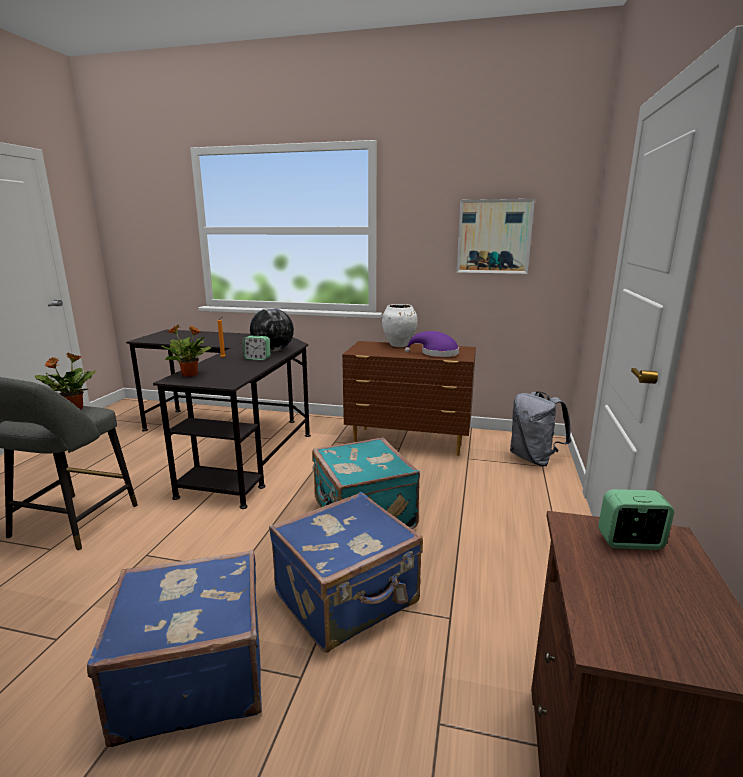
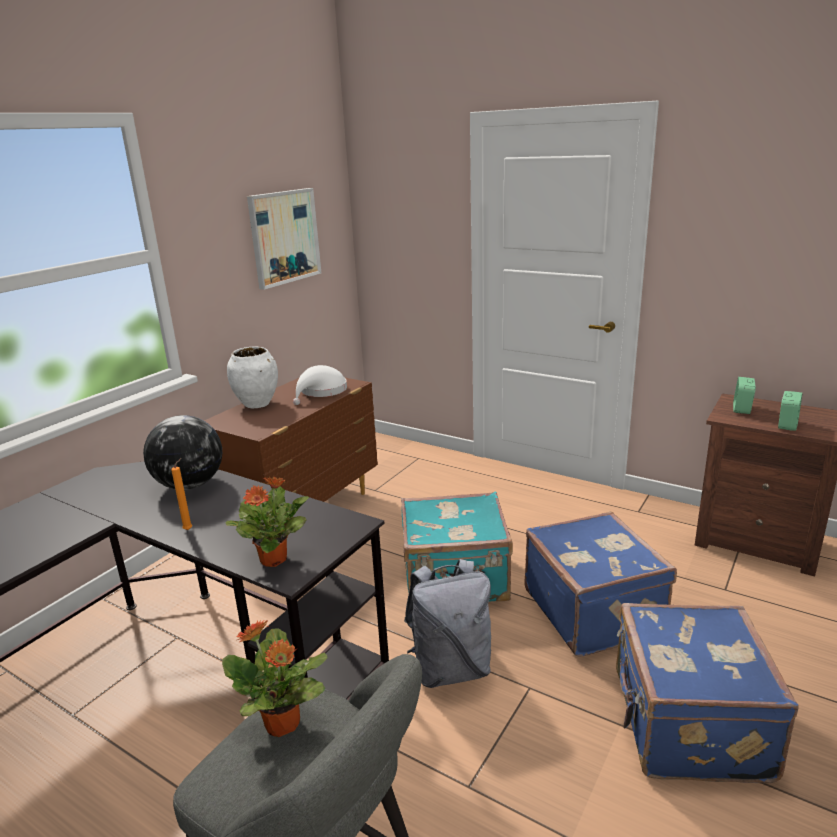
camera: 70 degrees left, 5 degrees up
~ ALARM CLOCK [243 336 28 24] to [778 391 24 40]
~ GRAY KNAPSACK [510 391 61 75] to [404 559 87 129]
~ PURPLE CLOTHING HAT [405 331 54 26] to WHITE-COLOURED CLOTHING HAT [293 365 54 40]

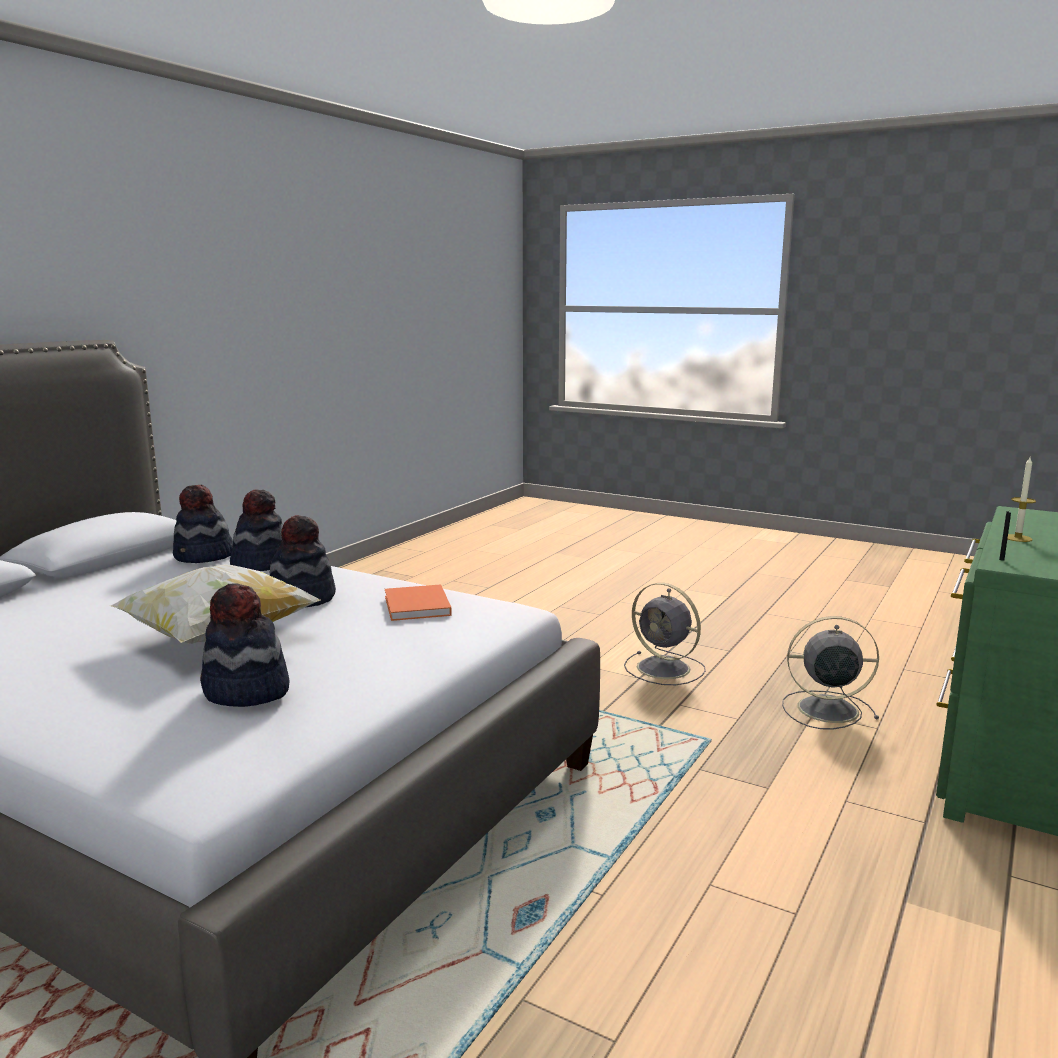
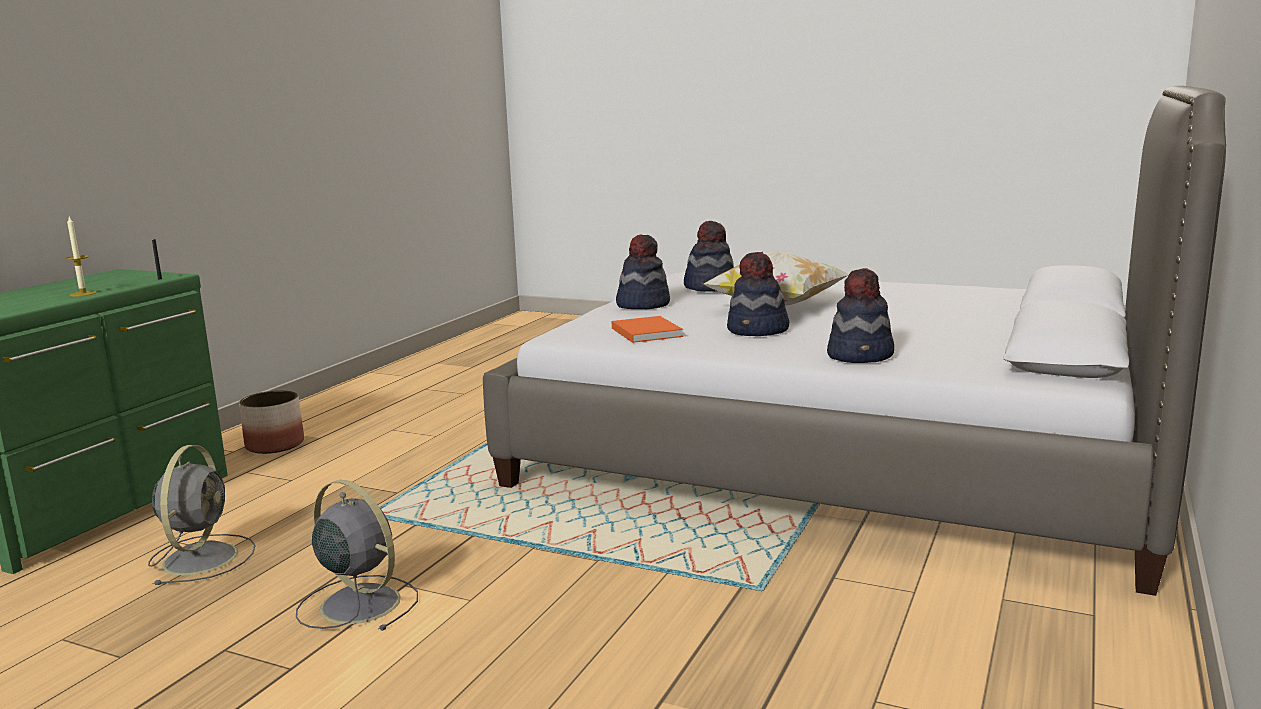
camera: 175 degrees right, 0 degrees up
+ PLANTER [239 390 65 64]
~ CLOTHING HAT [173 485 60 78] to [616 235 54 74]
~ GRAY FAN [782 616 97 114] = [148 445 108 140] 90 degrees counterclockwise

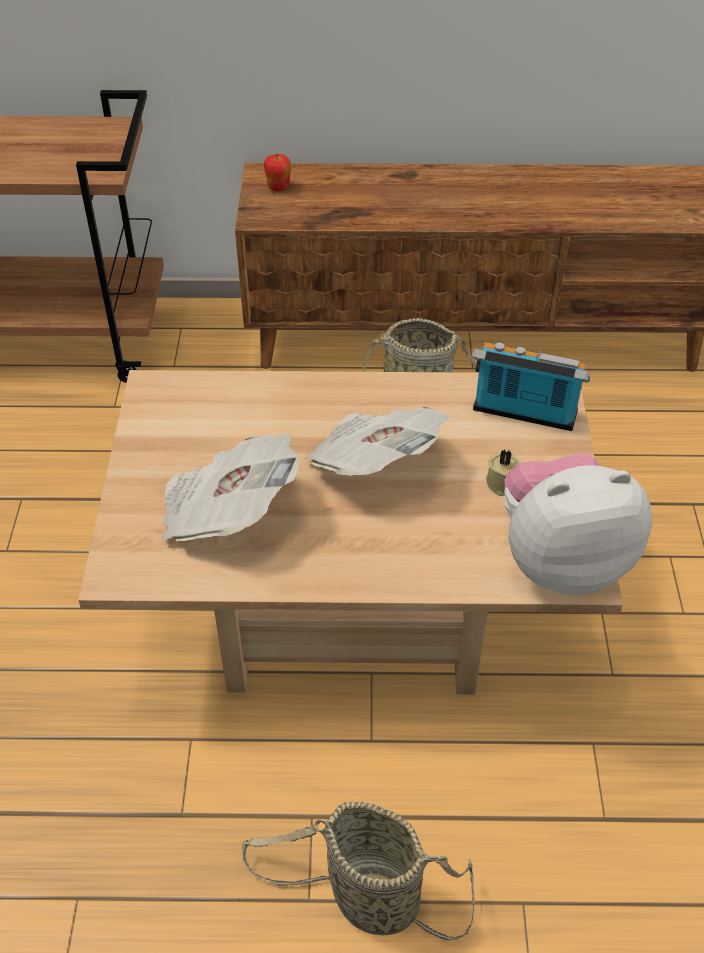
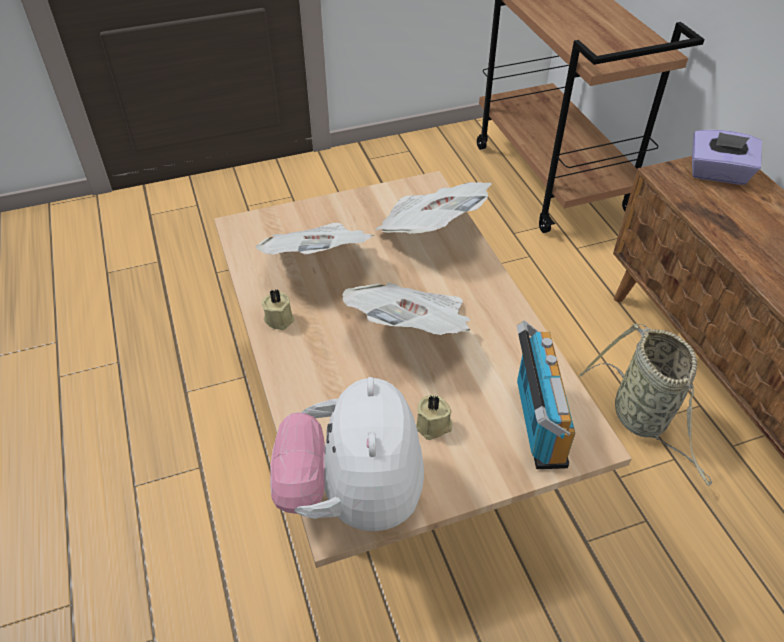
camera: 70 degrees right, 0 degrees up
- HOUSEHOLD BASKET [242 801 232 140]
+ BEIGE-COLOURED CANDLE [261 289 34 41]
+ PRINTED PAPER [375 182 117 52]
~ WHOLE APPLE [264 154 27 38] to PURPLE TISSUE BOX [692 129 70 56]
~ PLUSH TOY [504 453 148 142] = [270 377 154 154] 150 degrees counterclockwise

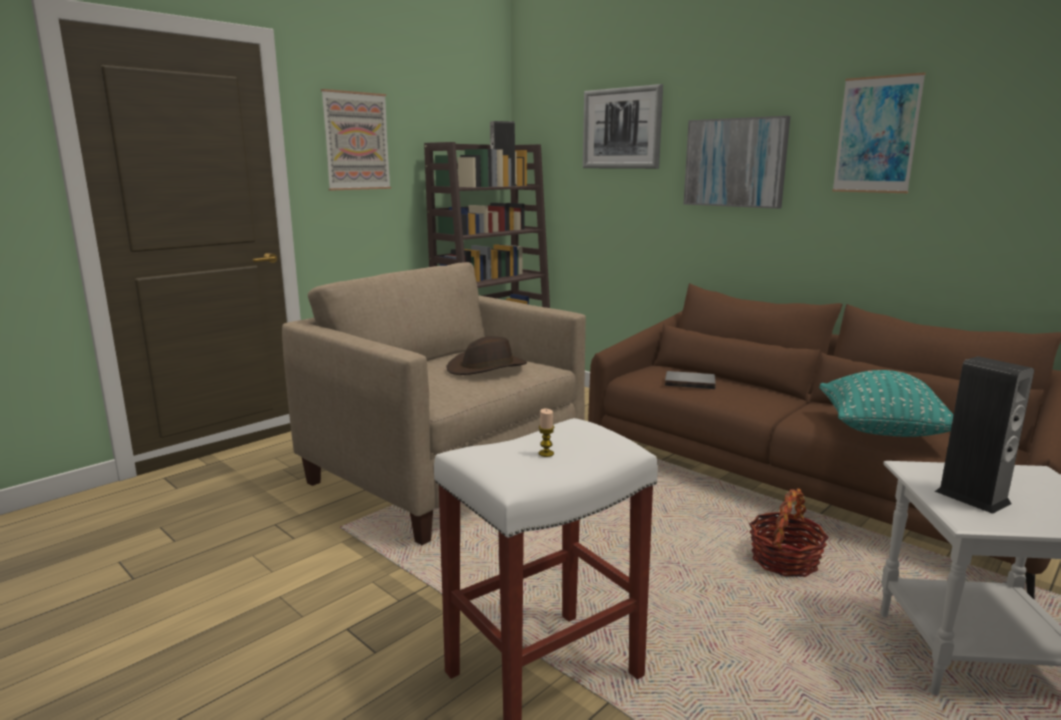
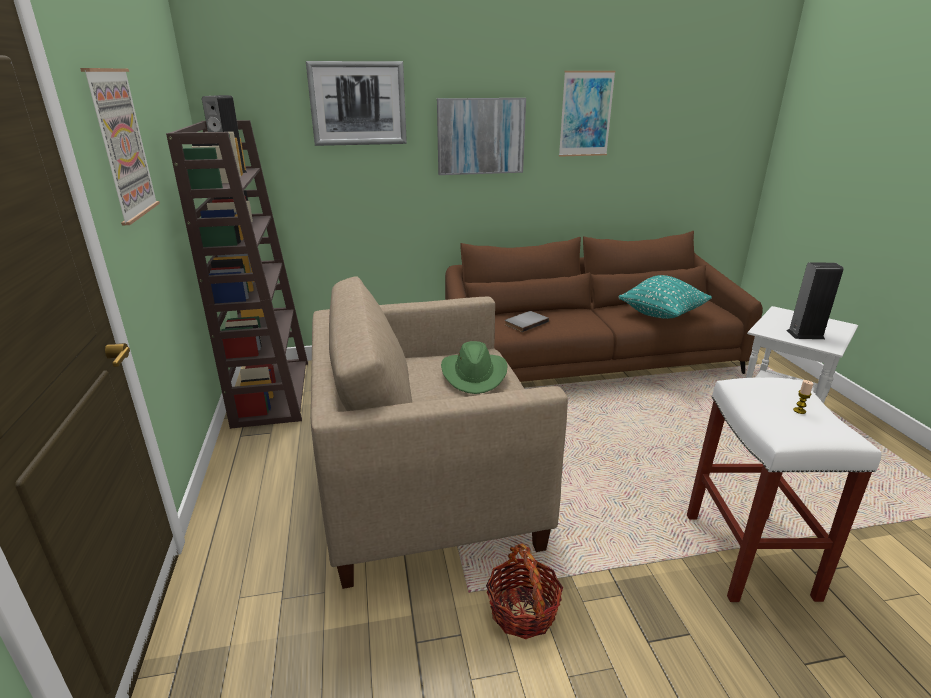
camera: 55 degrees left, 10 degrees up
~ HOUSEHOLD BASKET [749 488 80 89] to [486 543 77 96]
~ BROWNISH CLOTHING HAT [446 336 81 39] to GREEN CLOTHING HAT [441 341 67 53]

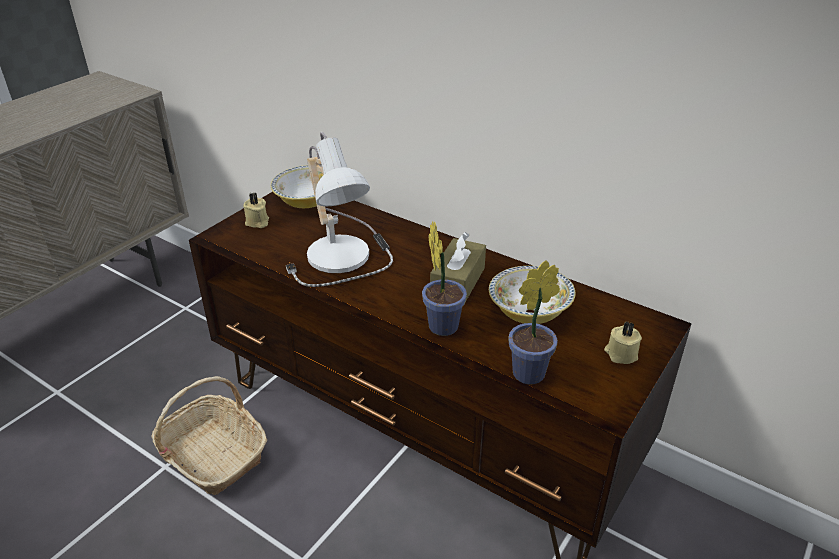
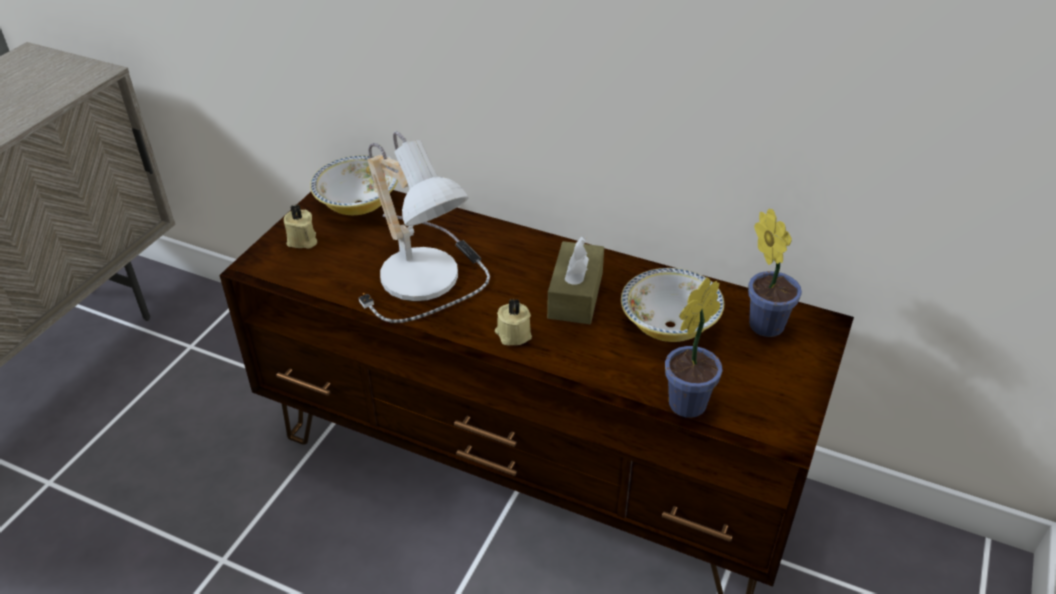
camera: 10 degrees left, 5 degrees up
- HOUSEHOLD BASKET [152 376 115 119]
~ HOUSEPLANT [422 221 45 115] to [748 209 54 128]
~ BEIGE-COLOURED CANDLE [604 322 38 42] to [495 298 37 47]

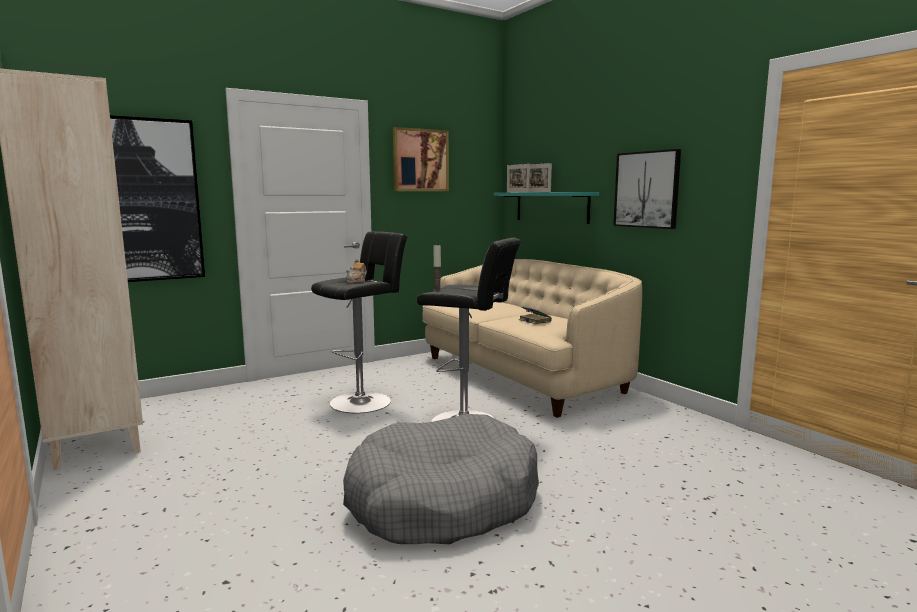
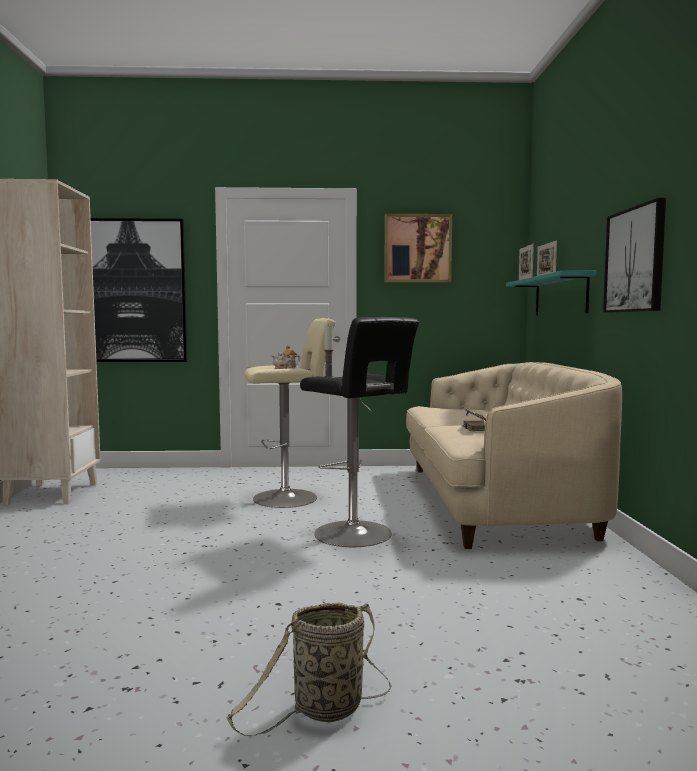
camera: 30 degrees right, 5 degrees down
- GRAY DOG CUSHION [343 414 196 130]
+ HOUSEHOLD BASKET [227 603 165 134]
~ BLACK SITTING STOOL [311 231 96 182] to BEIGE-COLOURED SITTING STOOL [244 318 92 190]

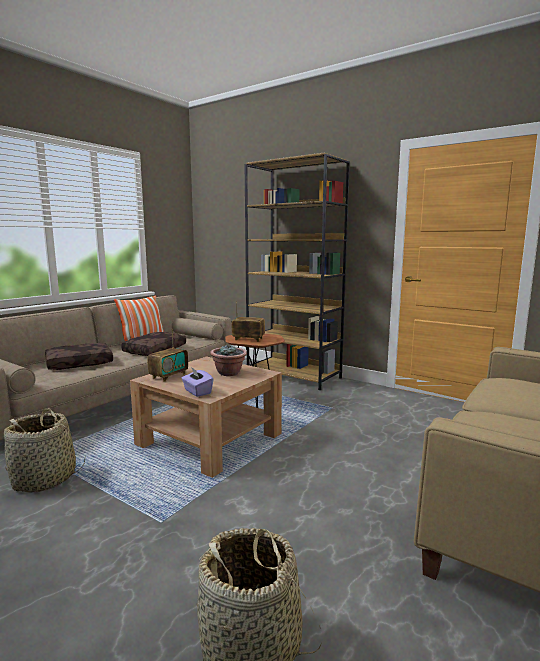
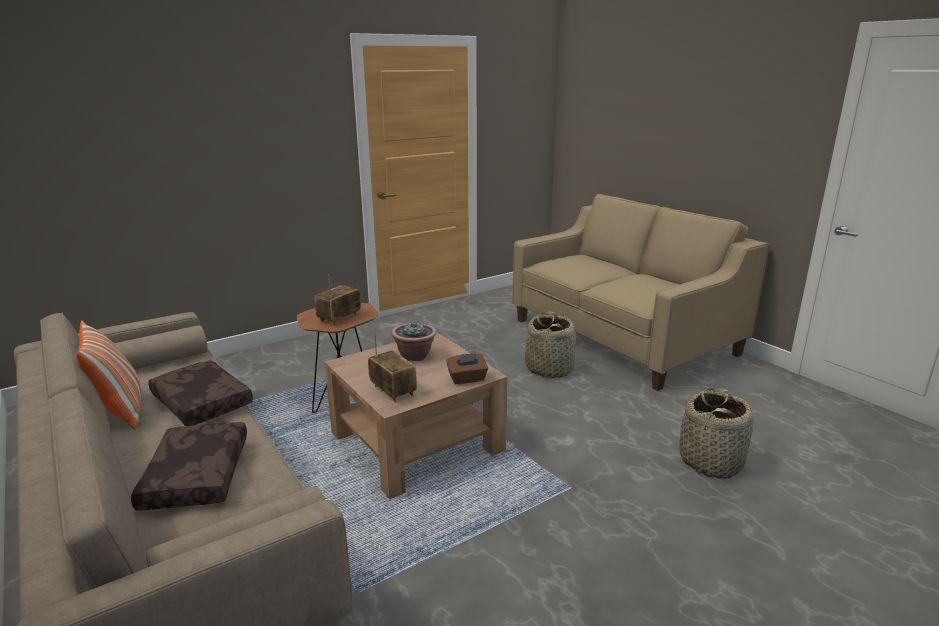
camera: 70 degrees left, 10 degrees up
- BROWNISH SHELVING UNIT [245 153 105 237]
~ HOUSEHOLD BASKET [4 408 81 84] to [525 311 51 67]
~ PURPLE TISSUE BOX [182 367 31 30] to BROWNISH TISSUE BOX [446 353 42 31]

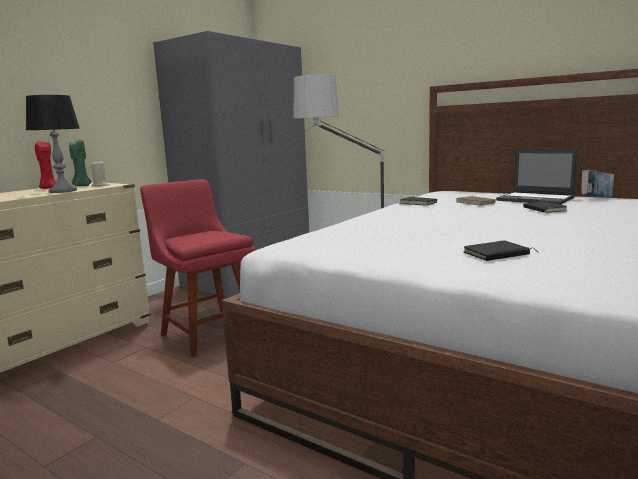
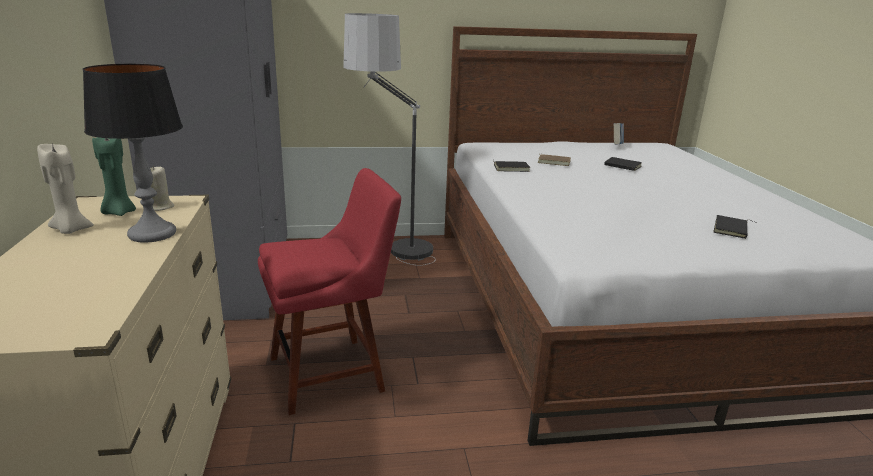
camera: 45 degrees left, 10 degrees up
- NOTEBOOK COMPUTER [496 149 82 56]
~ RED CANDLE [35 141 21 48] to BEIGE-COLOURED CANDLE [37 143 57 91]
~ RED UPRIGHT CHAIR [140 179 116 178] = [258 168 143 247] 150 degrees clockwise

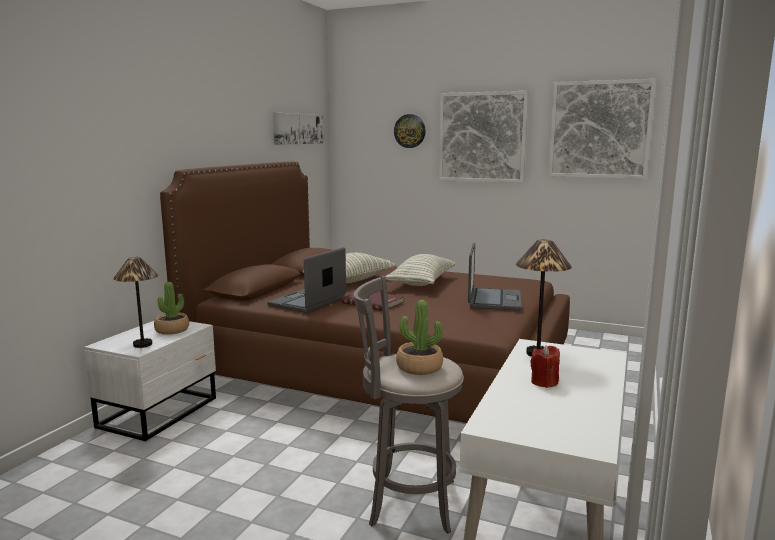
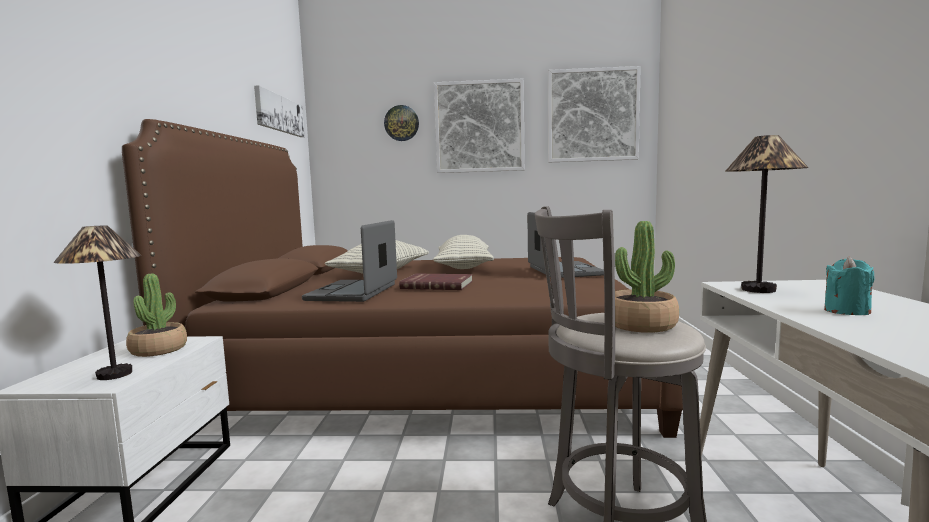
camera: 20 degrees left, 5 degrees down
~ RED CANDLE [530 345 30 43] to BLUE-GREEN CANDLE [824 256 50 59]

